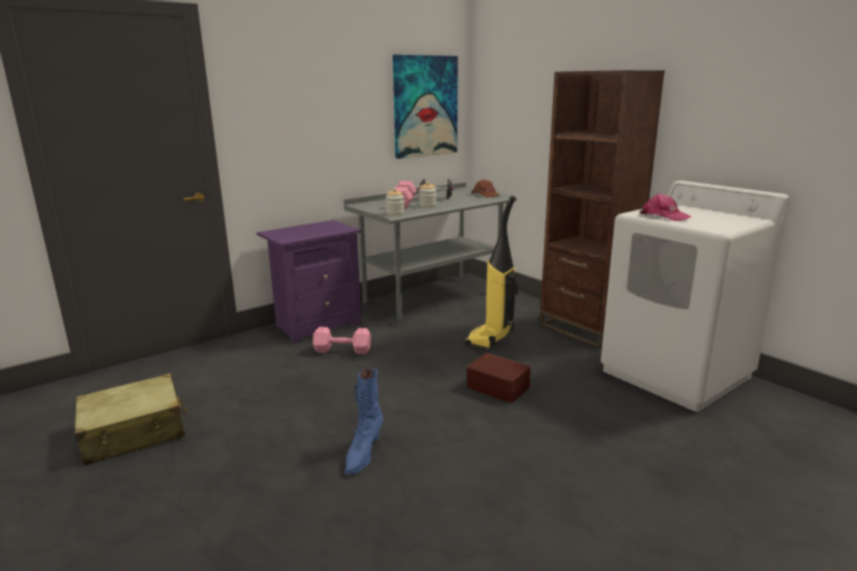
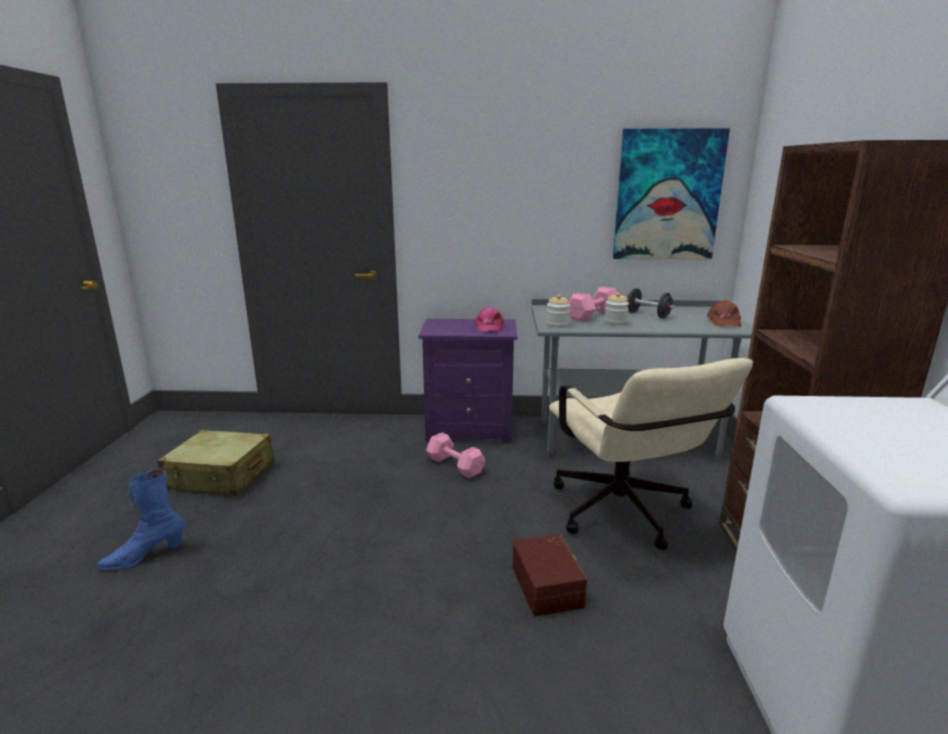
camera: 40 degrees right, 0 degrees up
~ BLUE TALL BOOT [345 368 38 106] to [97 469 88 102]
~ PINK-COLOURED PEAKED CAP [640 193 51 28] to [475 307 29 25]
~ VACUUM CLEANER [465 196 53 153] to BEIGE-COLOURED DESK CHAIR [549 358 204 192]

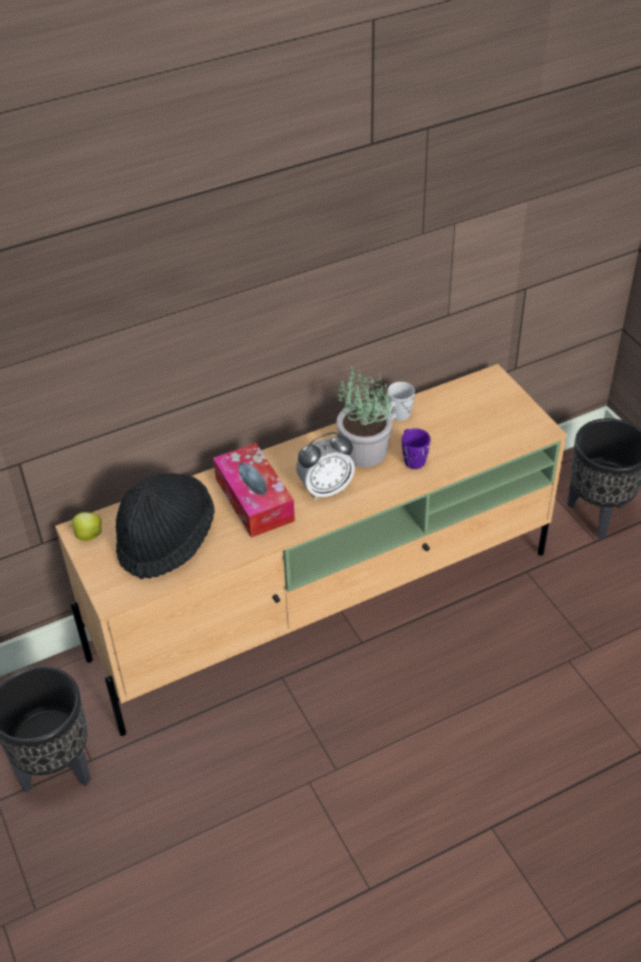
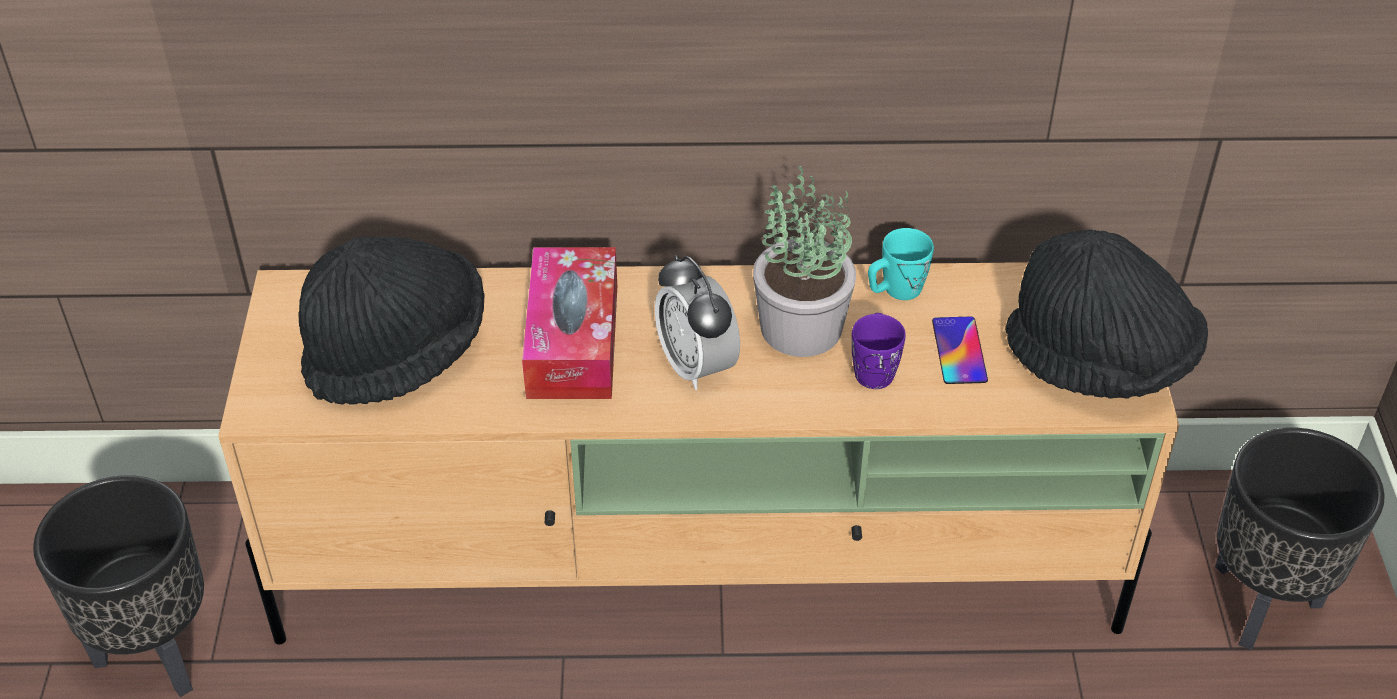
camera: 25 degrees right, 0 degrees up
- WHOLE APPLE [70 512 32 29]
+ TELEPHONE [932 317 56 67]
+ BLACK CLOTHING HAT [1005 230 203 169]
~ WHITE-COLOURED COFFEE MUG [387 382 28 39] to BLUE-GREEN COFFEE MUG [868 228 66 72]
~ ALARM CLOCK [296 432 59 68] = [655 255 85 135] 60 degrees clockwise

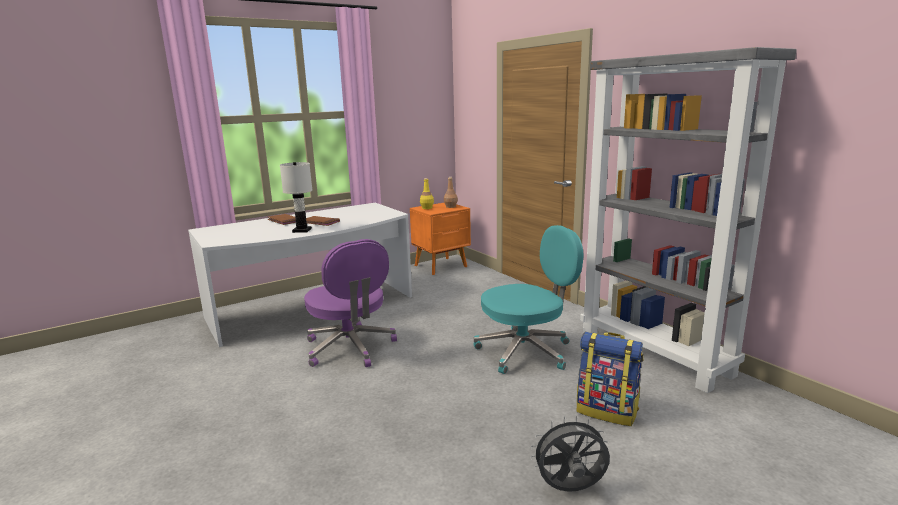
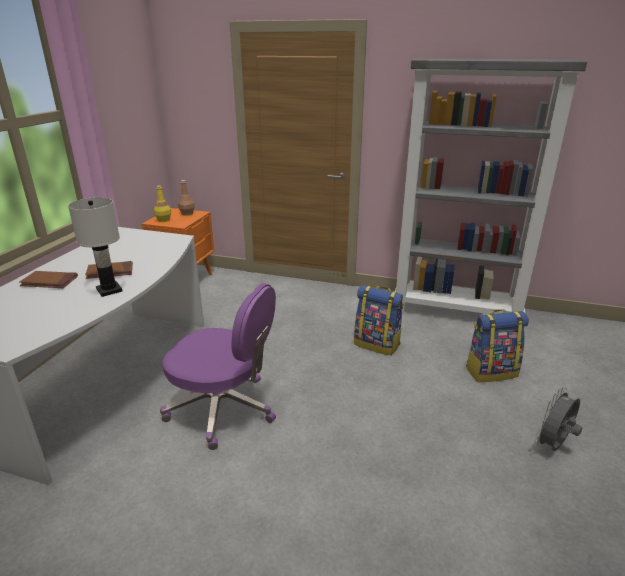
camera: 40 degrees left, 10 degrees up
~ BLUE-GREEN DESK CHAIR [473 225 110 149] to KNAPSACK [354 285 50 71]

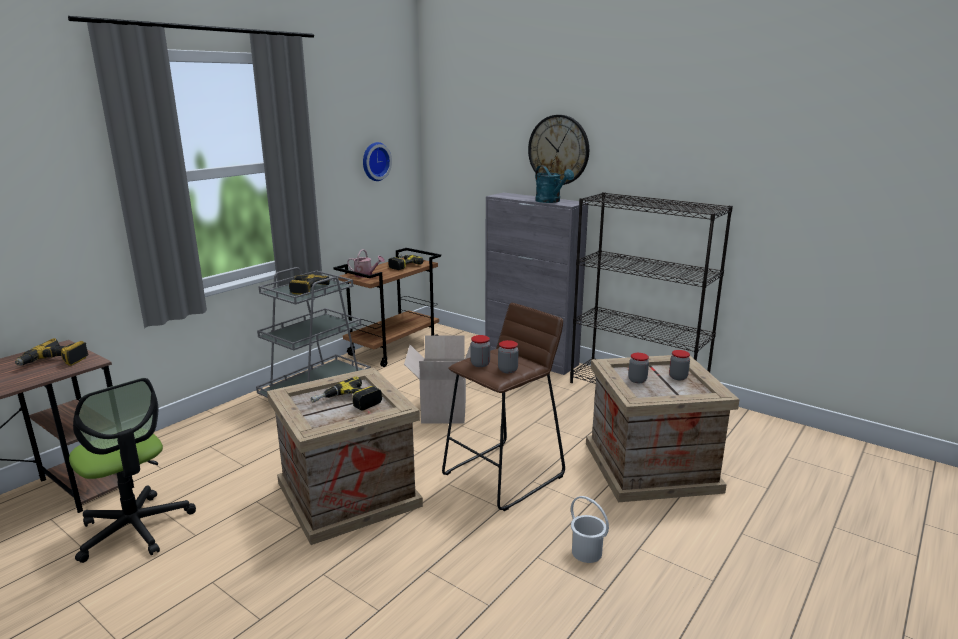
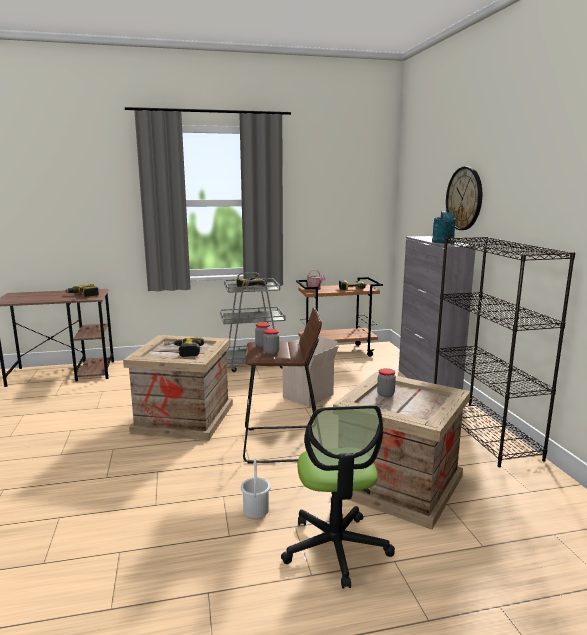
camera: 40 degrees right, 5 degrees down
- WALL CLOCK [363 142 29 39]
- PRESERVE JAR [669 350 21 30]
~ DESK CHAIR [69 378 127 185] to [281 405 114 184]

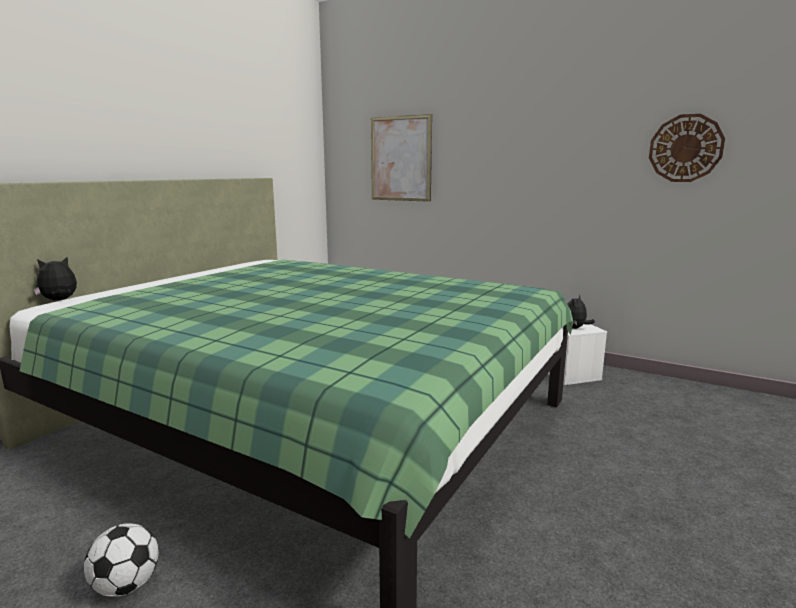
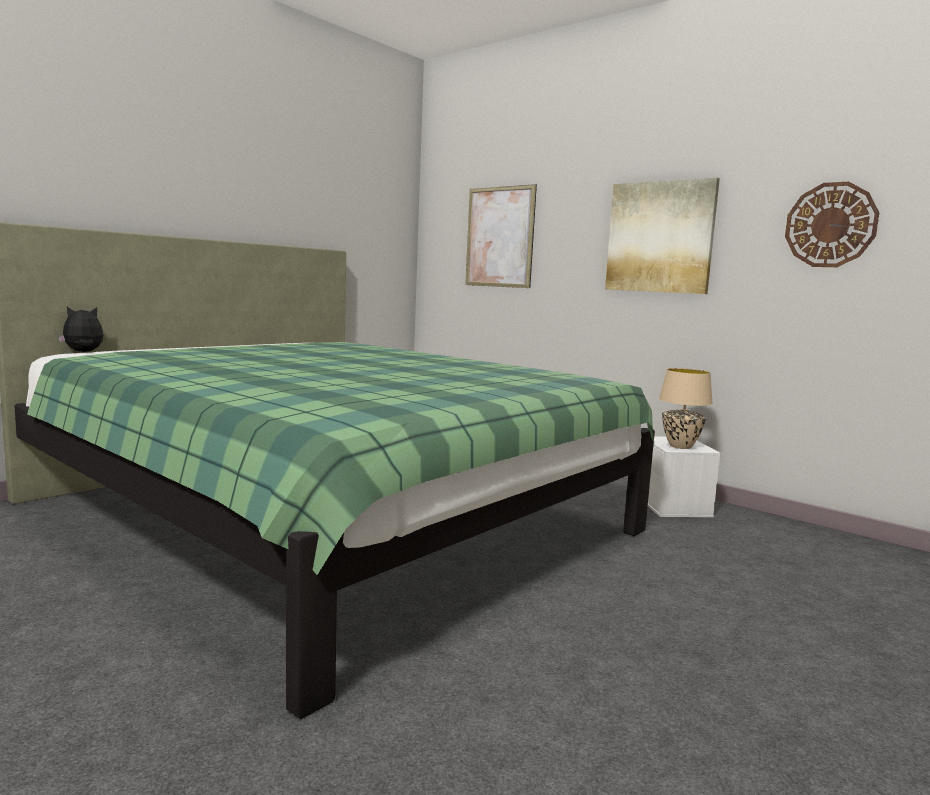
camera: 10 degrees right, 5 degrees down
- FOOTBALL BALL [84 523 75 74]
+ WALL PICTURE [605 178 115 116]
~ PLUSH TOY [567 295 28 34] to BEIGE-COLOURED LAMP FOR A TABLE [659 368 54 81]

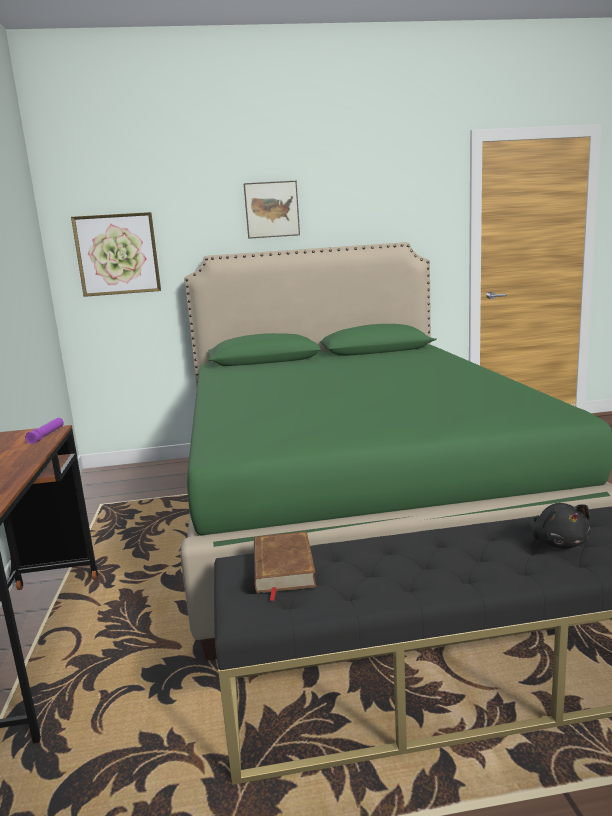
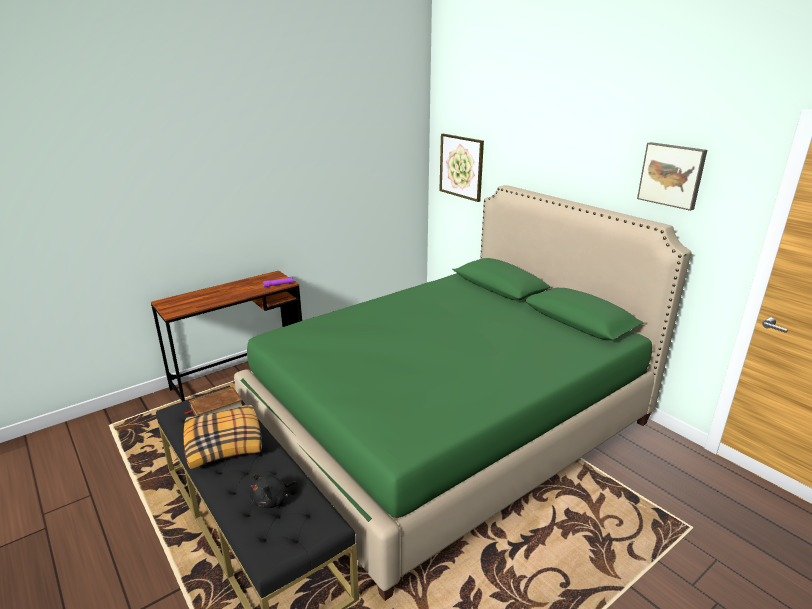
camera: 60 degrees right, 10 degrees up
+ THROW PILLOW [183 404 79 65]
~ WALL PICTURE [244 181 56 58] to [637 142 70 69]

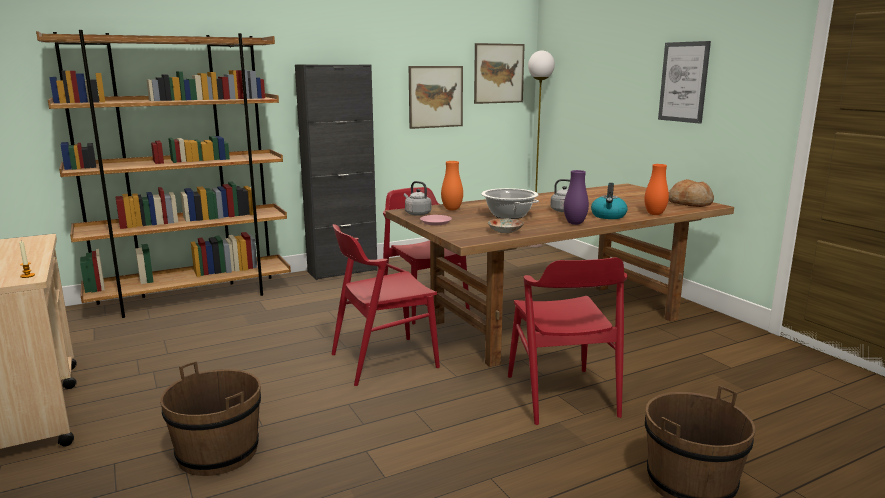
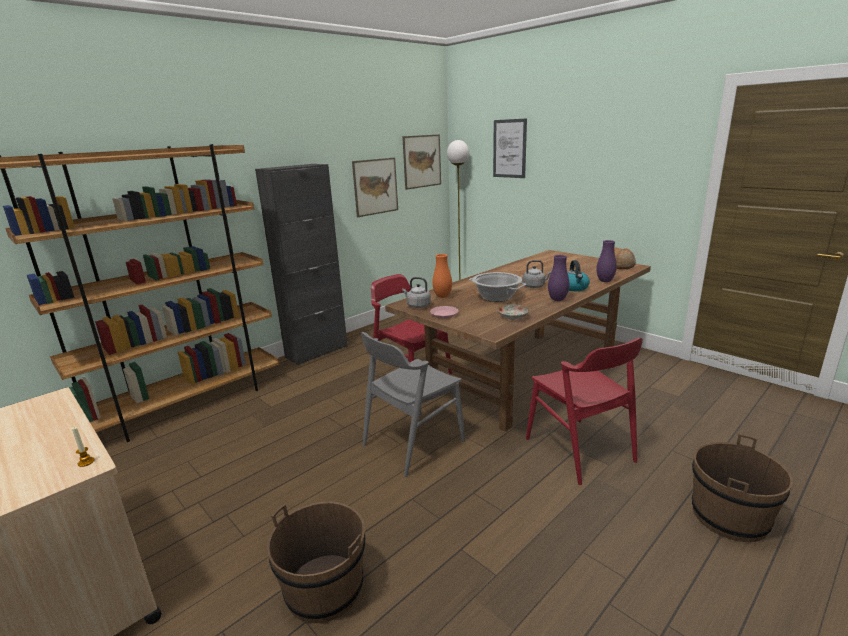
camera: 15 degrees left, 5 degrees up
~ WALL PICTURE [658 41 53 83] to [493 118 34 60]
~ RED UPRIGHT CHAIR [332 224 108 162] to GRAY UPRIGHT CHAIR [361 332 104 145]
~ ORANGE-COLOURED VASE [644 164 25 51] to PURPLE VASE [596 240 21 42]

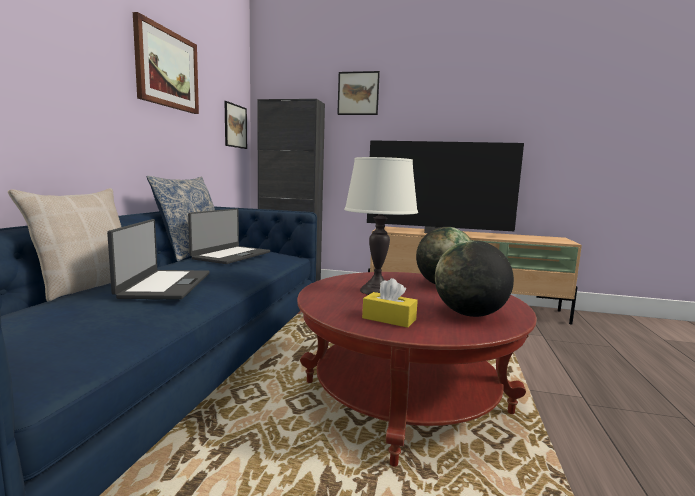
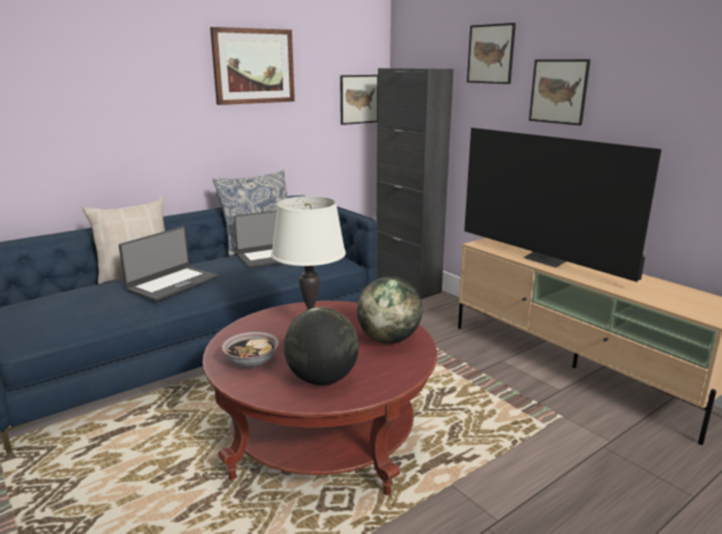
camera: 40 degrees right, 10 degrees up
+ WALL PICTURE [529 59 62 66]
~ YELLOW TISSUE BOX [362 278 56 50] to BOWL [222 332 57 36]

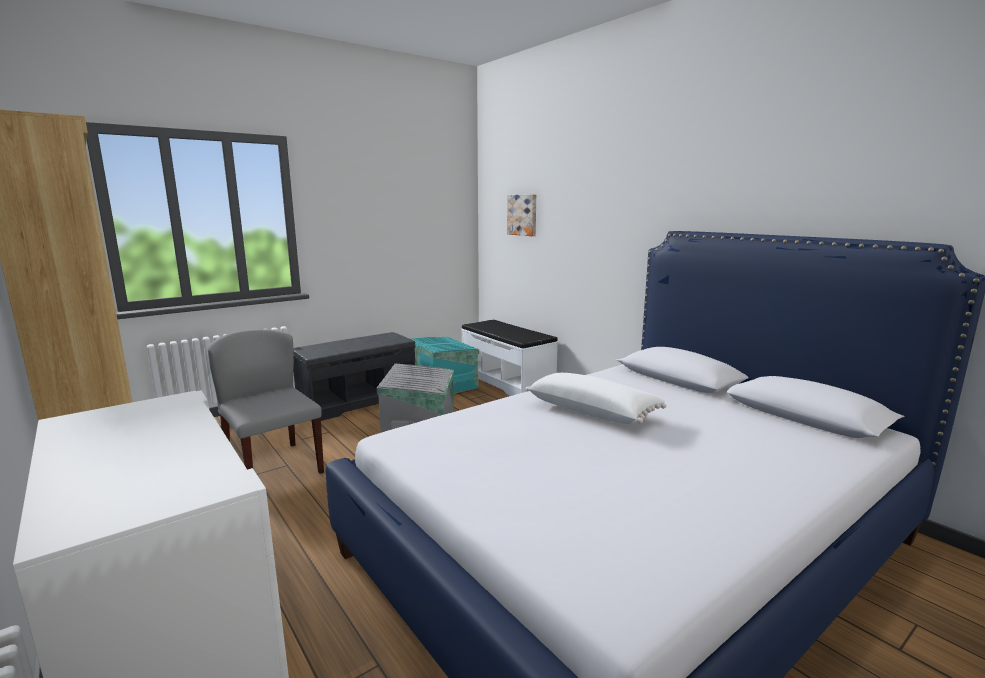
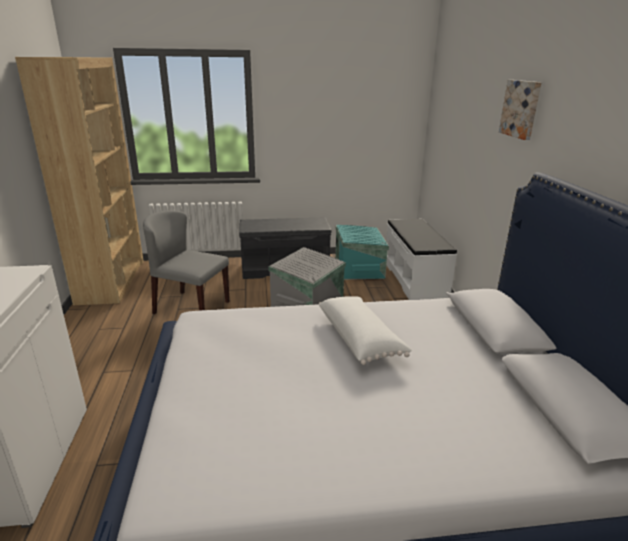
camera: 30 degrees right, 10 degrees up
~ WALL PICTURE [507 194 29 42] to [499 80 43 60]
~ GRAY UPRIGHT CHAIR [208 329 116 145] = [143 210 86 104] 60 degrees counterclockwise

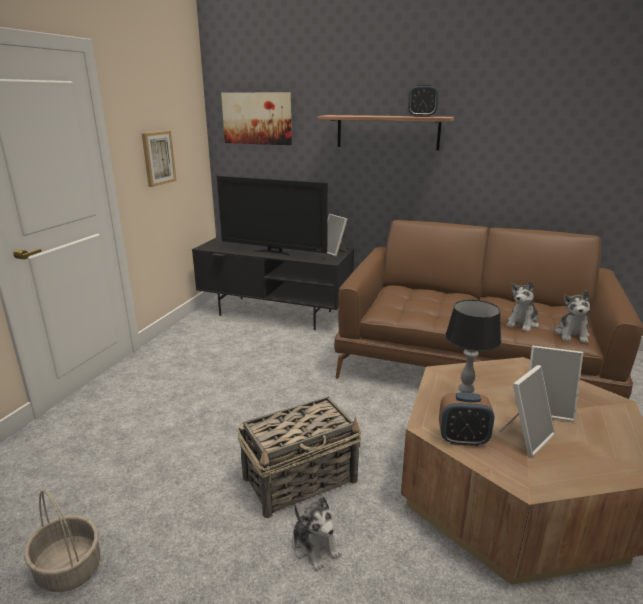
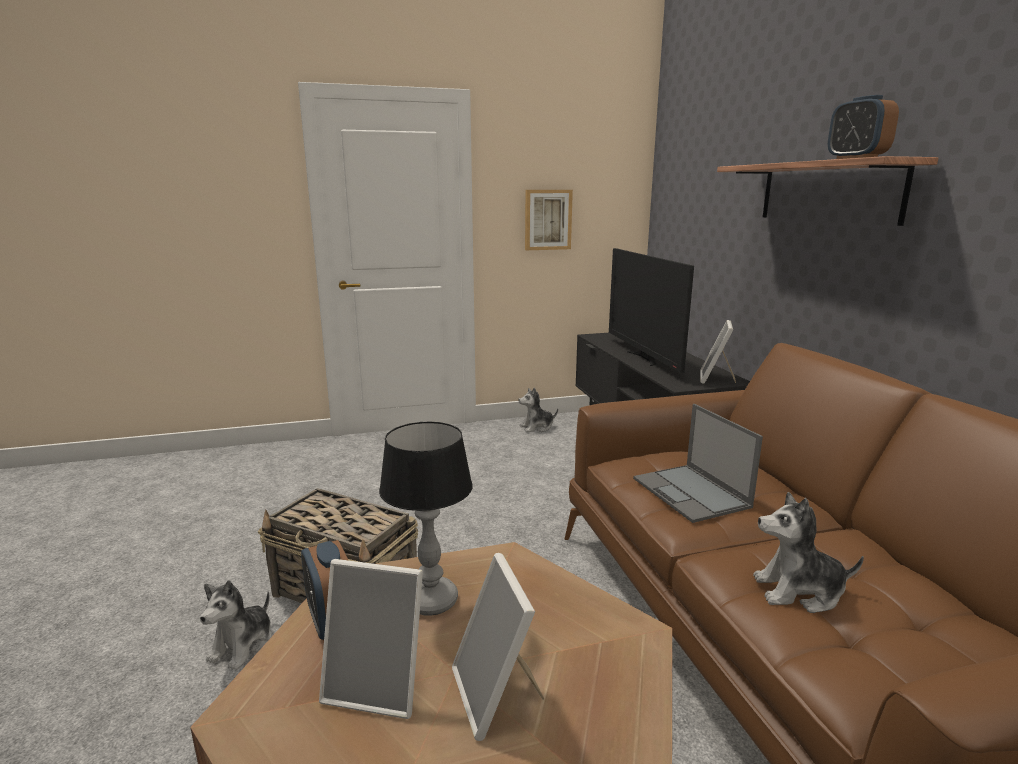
camera: 55 degrees right, 5 degrees down
- HOUSEHOLD BASKET [24 489 76 103]
- WALL PICTURE [221 93 71 52]
+ NOTEBOOK COMPUTER [633 404 130 119]
~ PLUSH TOY [555 290 35 53] to [518 387 40 45]

